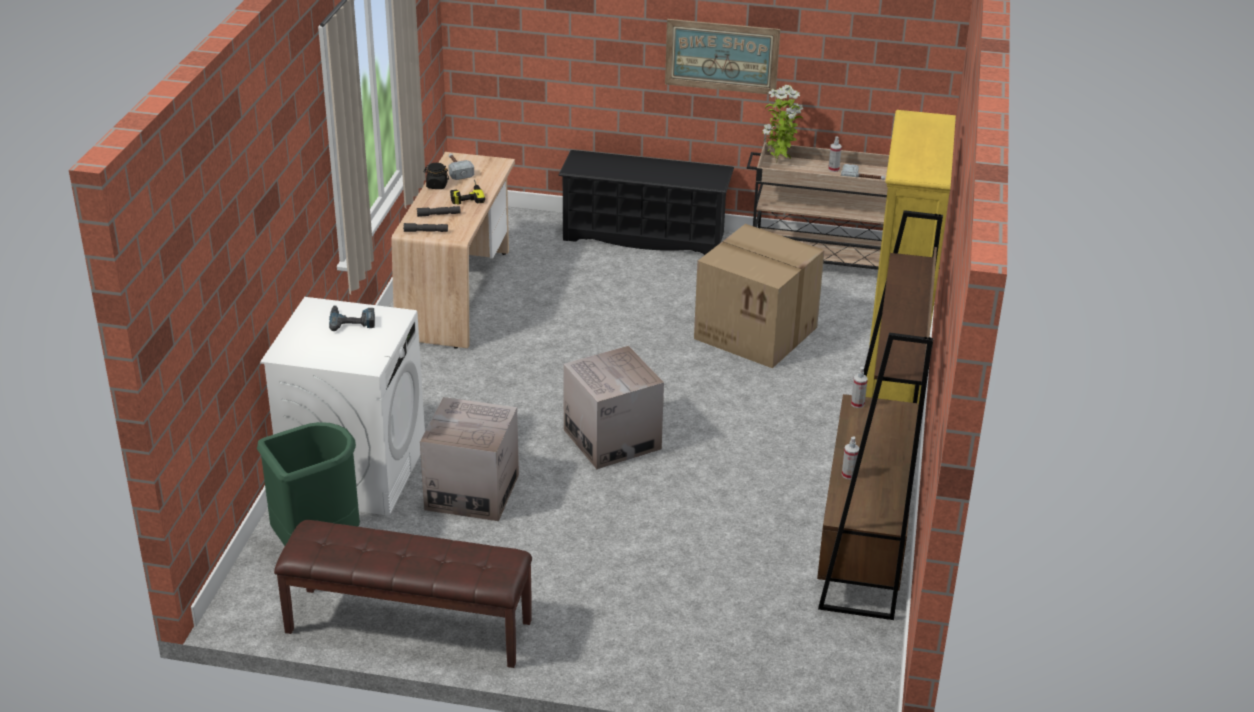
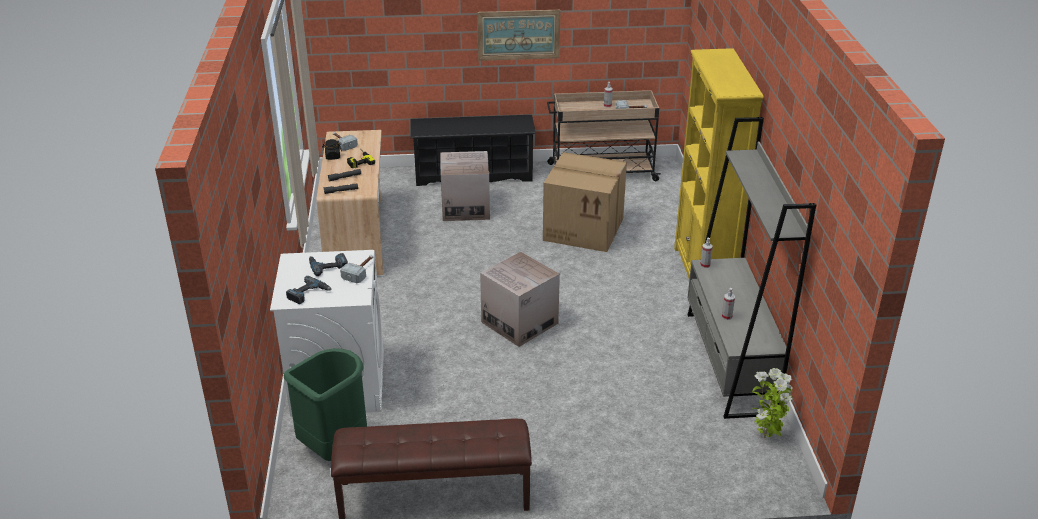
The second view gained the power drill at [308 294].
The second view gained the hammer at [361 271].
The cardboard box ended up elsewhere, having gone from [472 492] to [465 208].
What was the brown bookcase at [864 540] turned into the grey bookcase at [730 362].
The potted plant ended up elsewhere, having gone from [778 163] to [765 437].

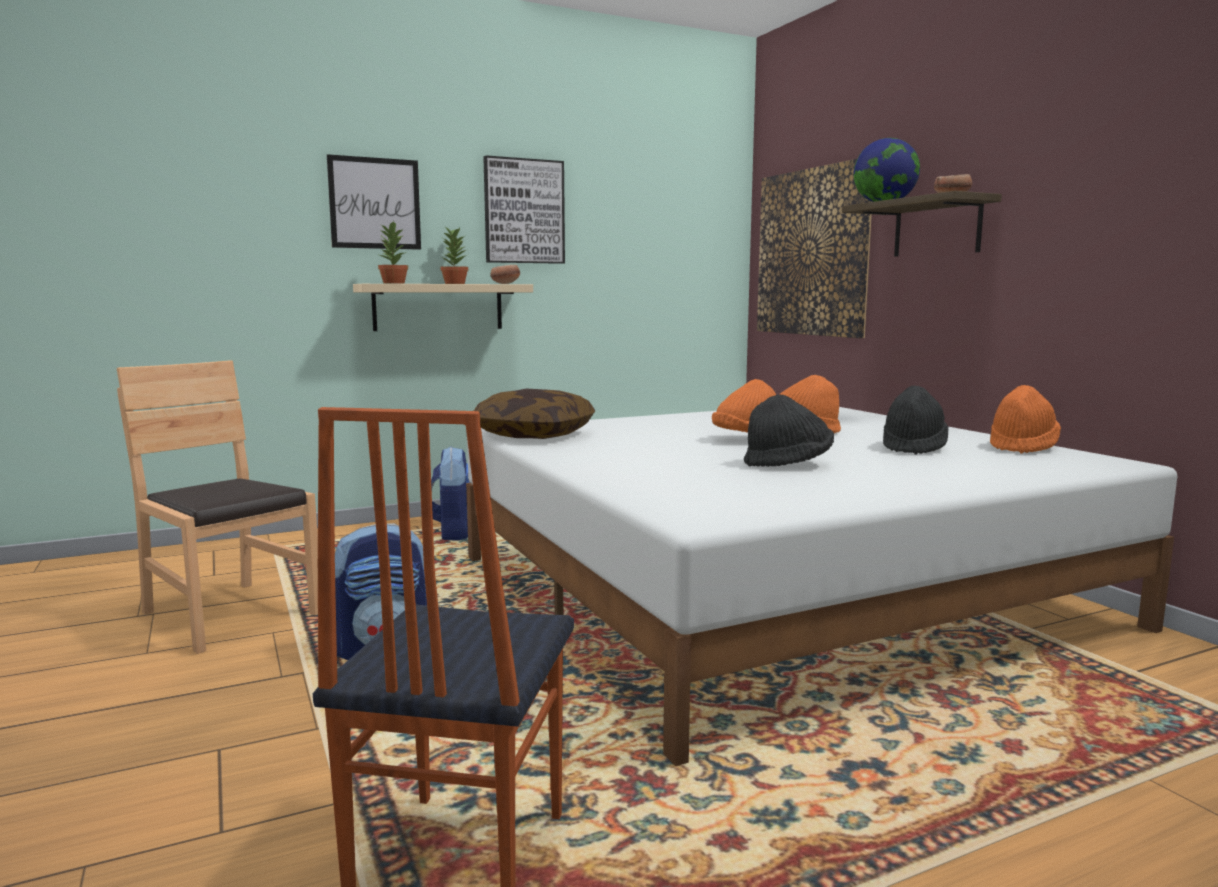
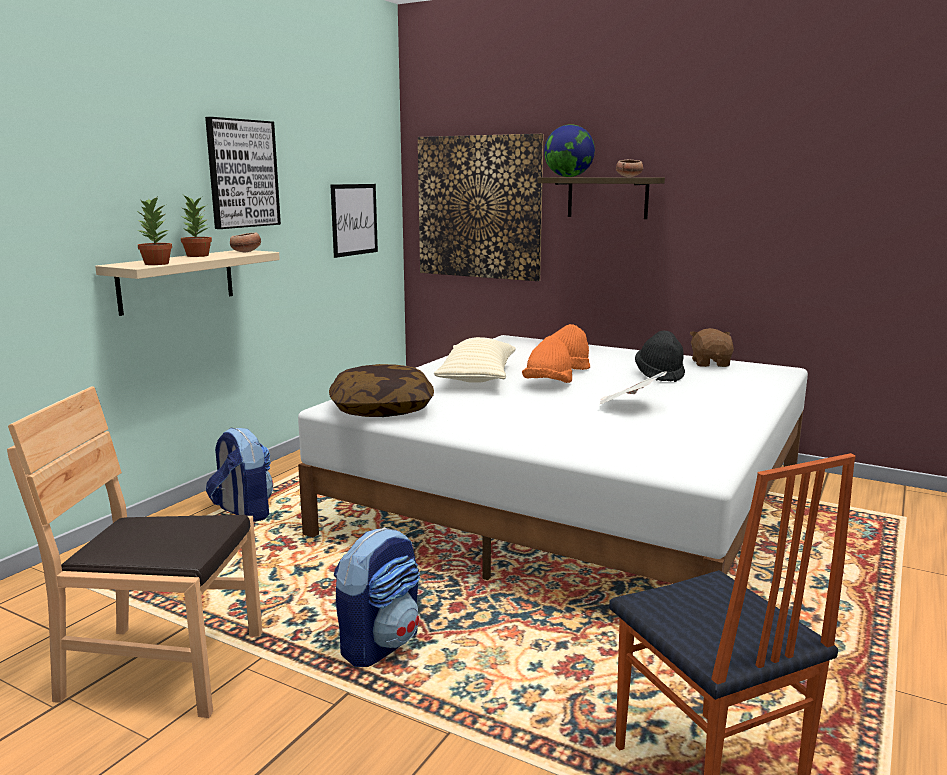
The picture ended up elsewhere, having gone from [375 203] to [354 219].
The second view gained the beige pillow at [477 378].
Where the black hat stood at [788 464], the newspaper came to stand at [628 406].
Where the orange hat stood at [1022 447], the brown plush toy came to stand at [711 363].

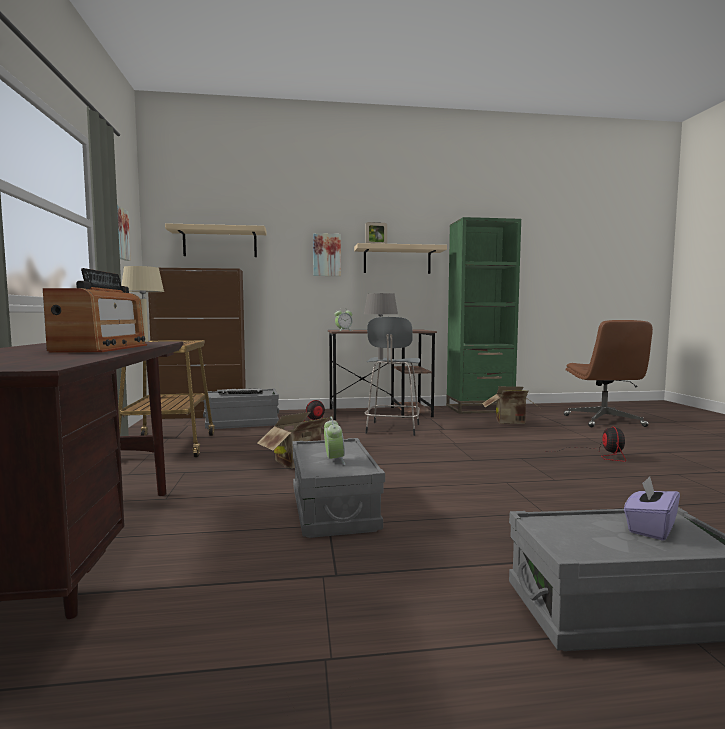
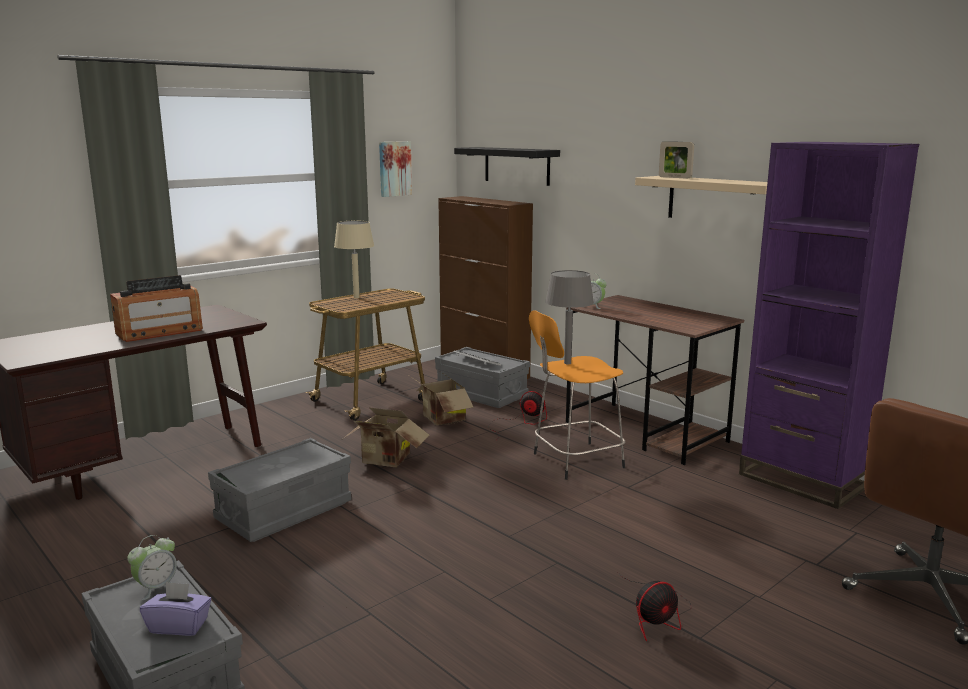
The alarm clock ended up elsewhere, having gone from [334 461] to [156 588].
The cardboard box ended up elsewhere, having gone from [511 422] to [441 420].
What was the beige shelf at [220 243] turned into the black shelf at [516 165].
What was the grey stool at [392 429] turned into the orange stool at [575 461].
What was the green bookcase at [479 409] turned into the purple bookcase at [803 480].
The second view lost the picture at [326 255].

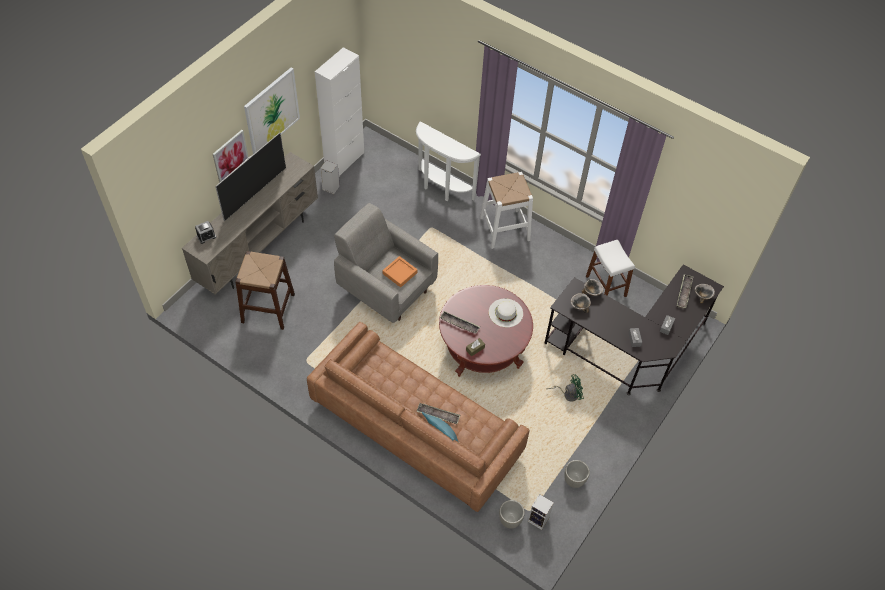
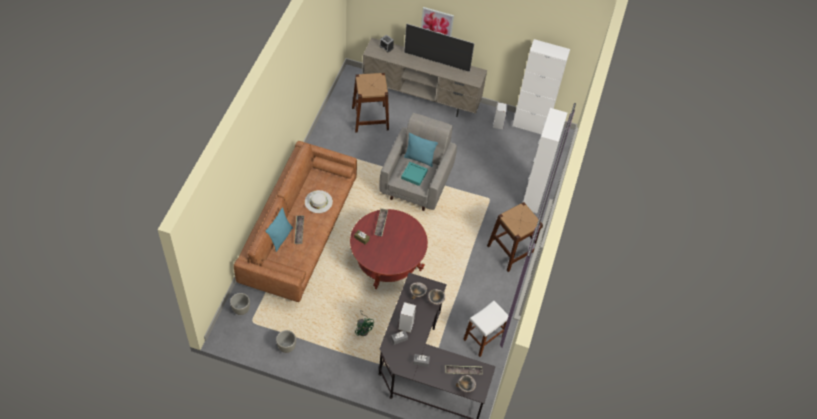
The white hat ended up elsewhere, having gone from [505 312] to [318 201].
The speaker ended up elsewhere, having gone from [539 520] to [406 326].
What was the orange tray at [400 273] turned into the turquoise tray at [414 175].
The second view gained the turquoise pillow at [419 159].
What was the white stool at [504 229] turned into the brown stool at [512 250].
Where the white console table stood at [442 189], the white cabinet came to stand at [533 197].
The second view lost the picture at [271 111].

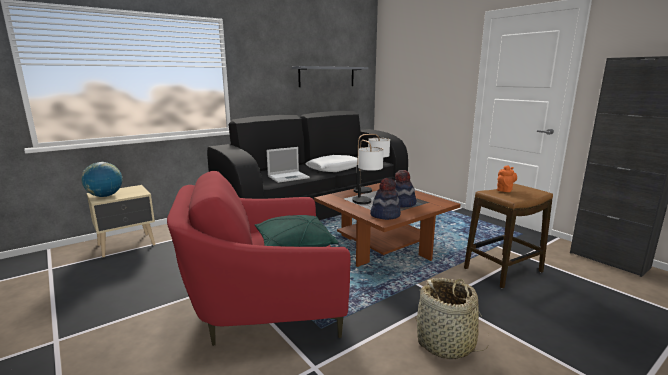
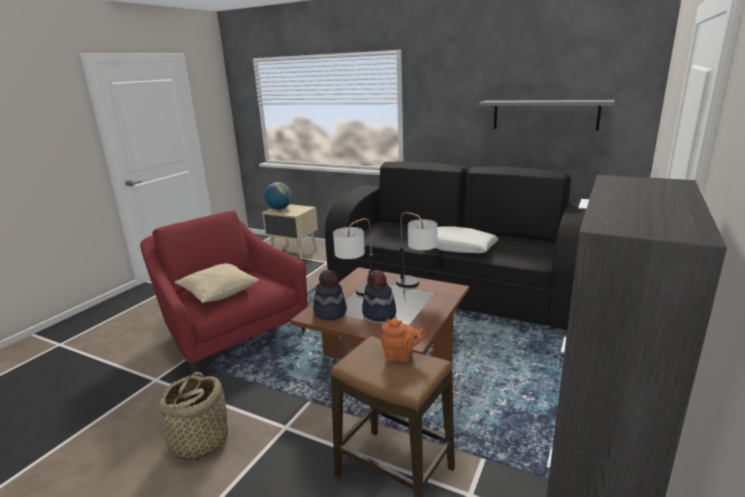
What was the green pillow at [294 246] turned into the beige pillow at [218 292].
The second view lost the laptop at [289 177].

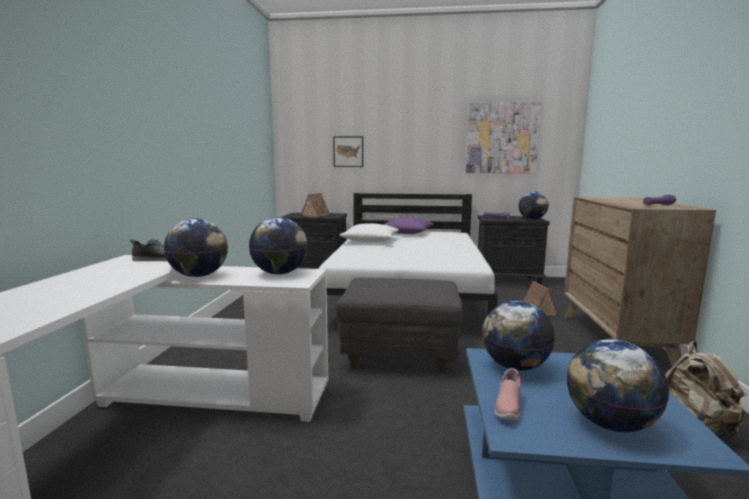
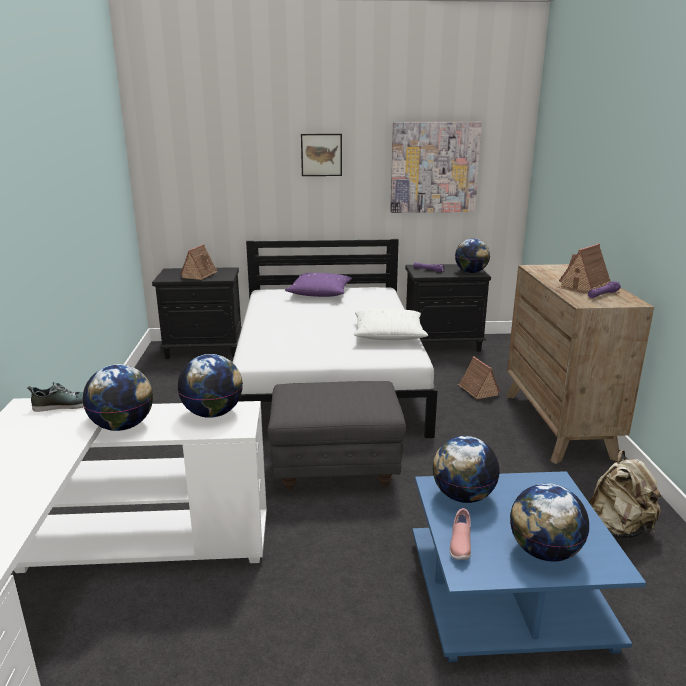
The picture ended up elsewhere, having gone from [348 151] to [321 155].
The white pillow ended up elsewhere, having gone from [370 241] to [389 335].
The second view gained the toy house at [582 286].

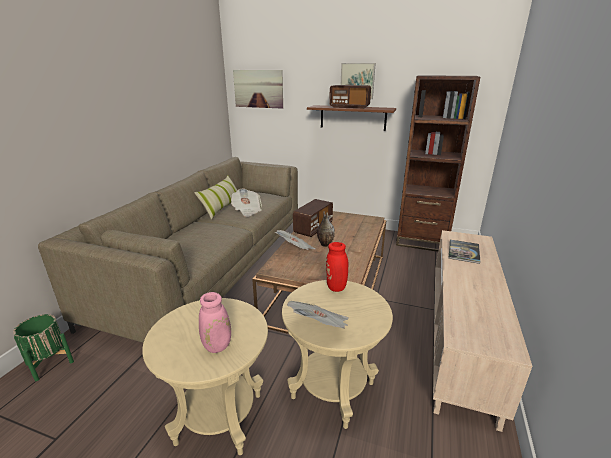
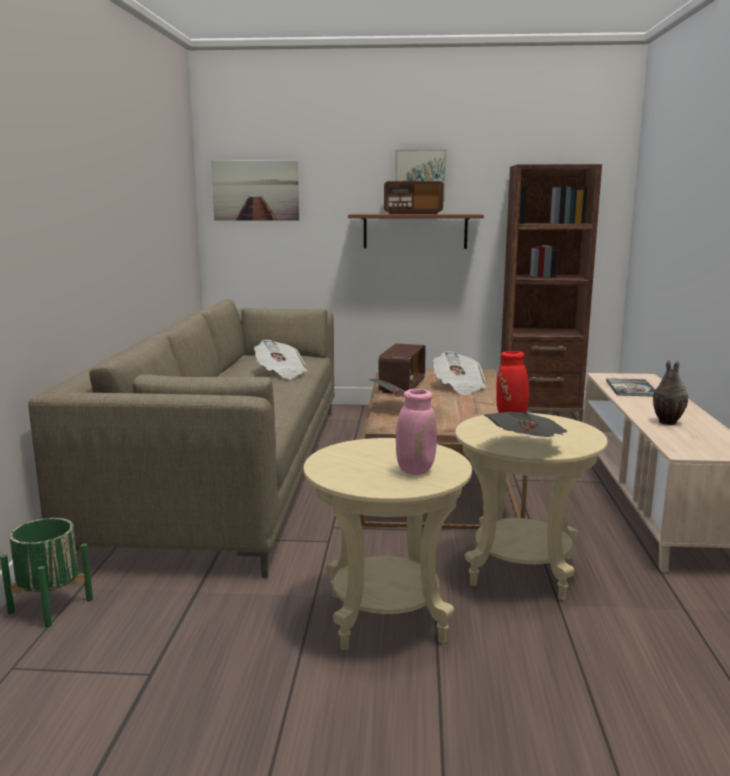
The second view gained the newspaper at [459 387].
The vase ended up elsewhere, having gone from [325 244] to [666 422].
The second view lost the pillow at [222 207].

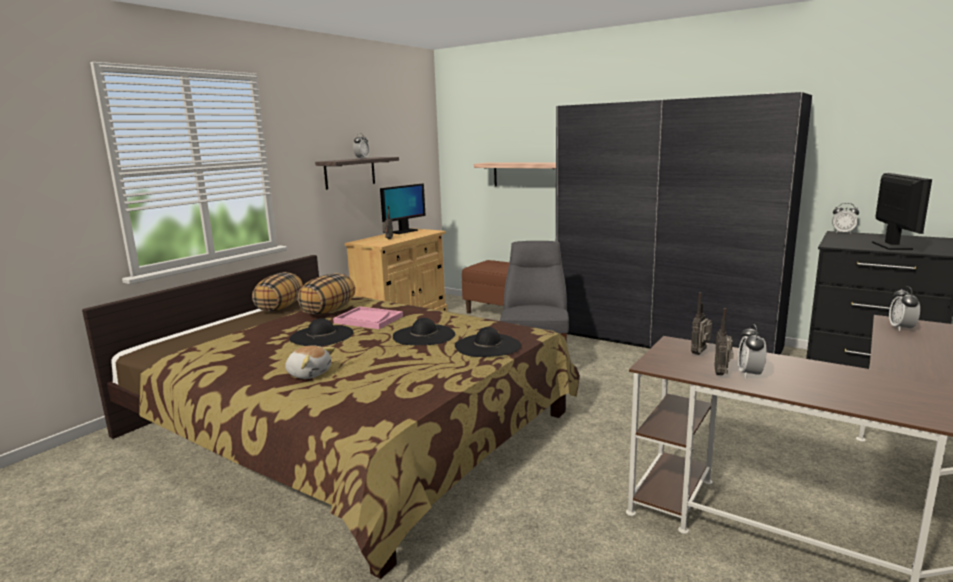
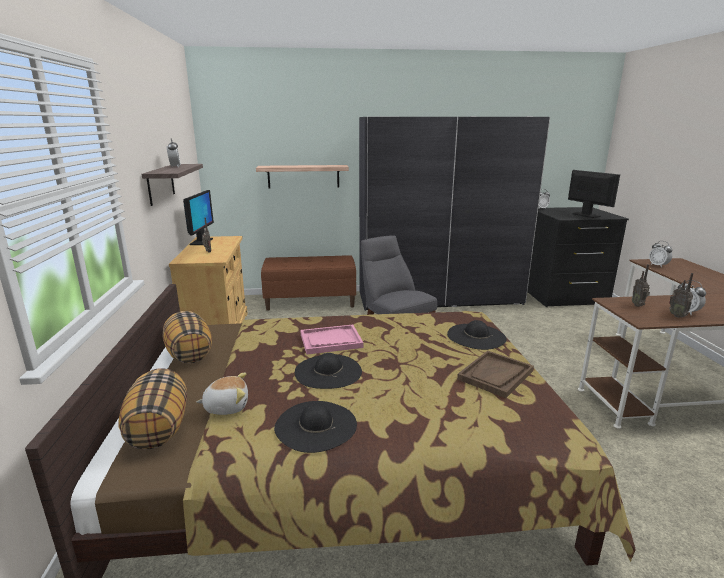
The pillow ended up elsewhere, having gone from [328 310] to [158 429].
The plush toy ended up elsewhere, having gone from [309 373] to [226 406].
The black hat ended up elsewhere, having gone from [424 335] to [315 425].
The second view gained the brown tray at [495 375].

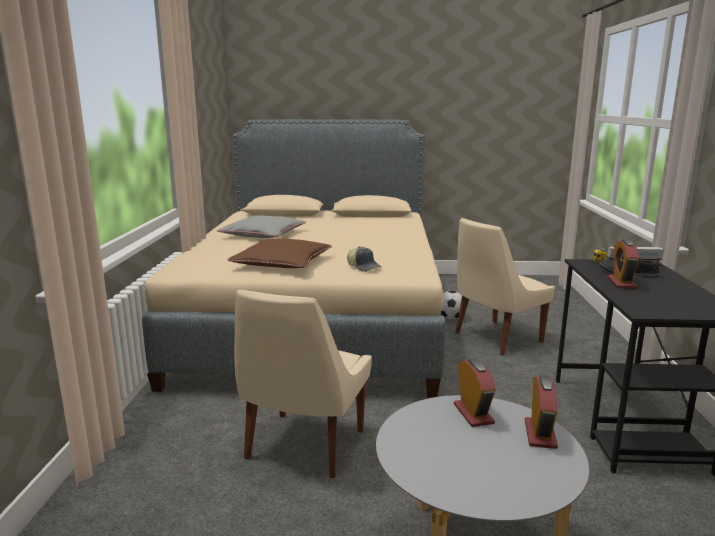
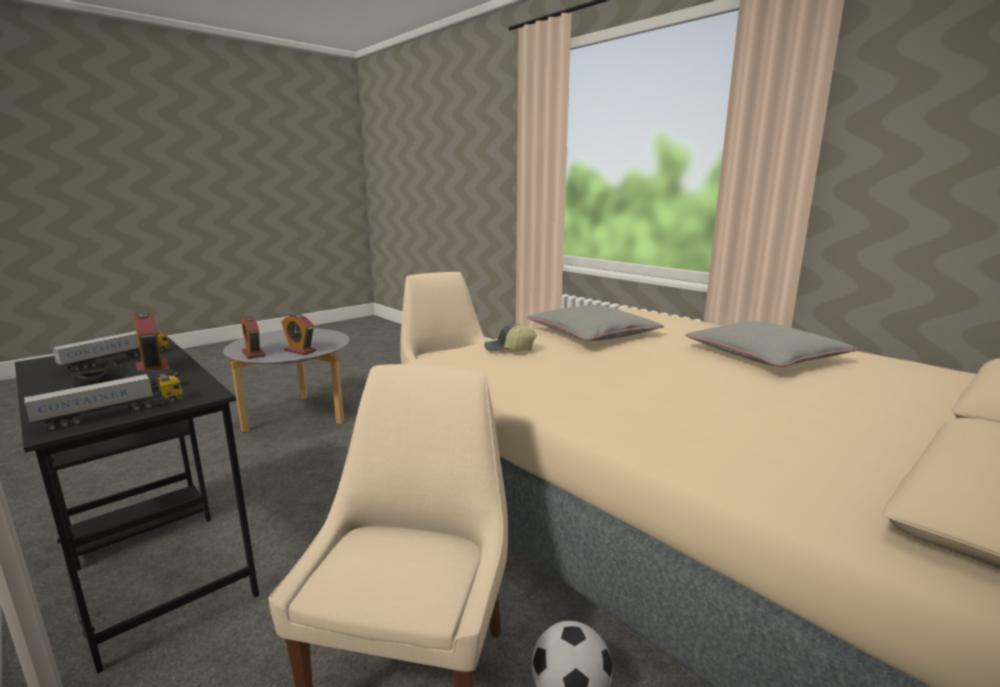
The second view gained the toy truck at [118 360].
What was the brown pillow at [282 262] turned into the grey pillow at [592 333].

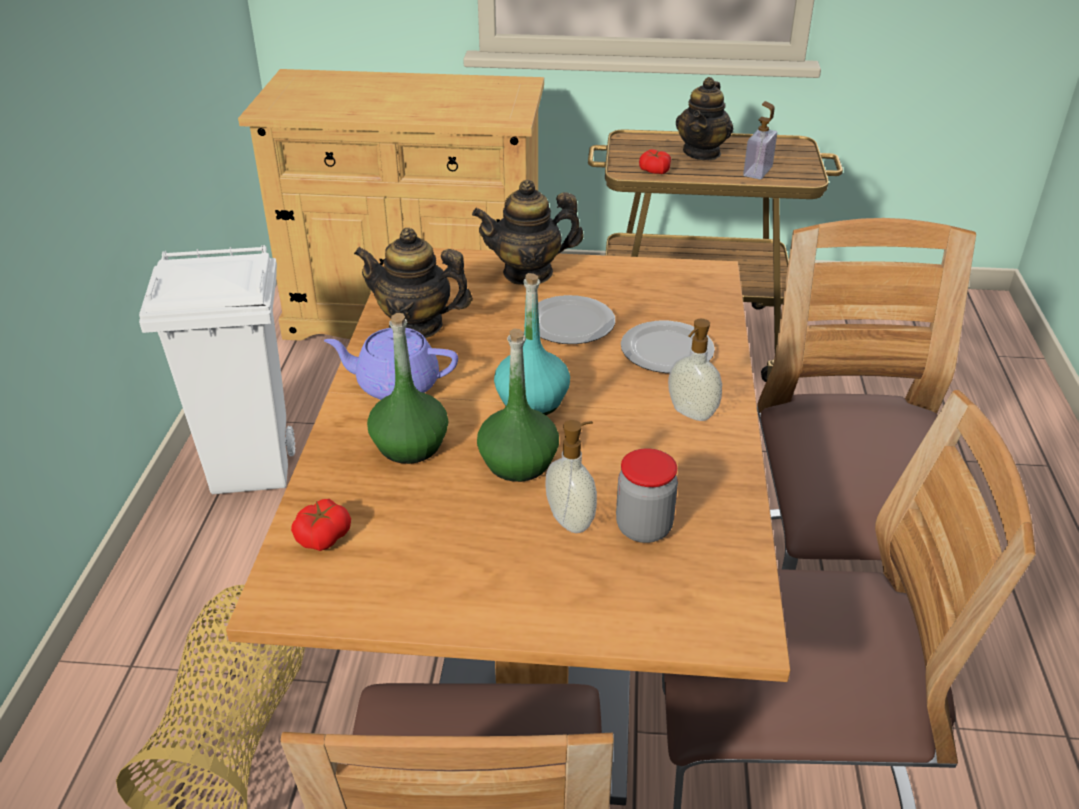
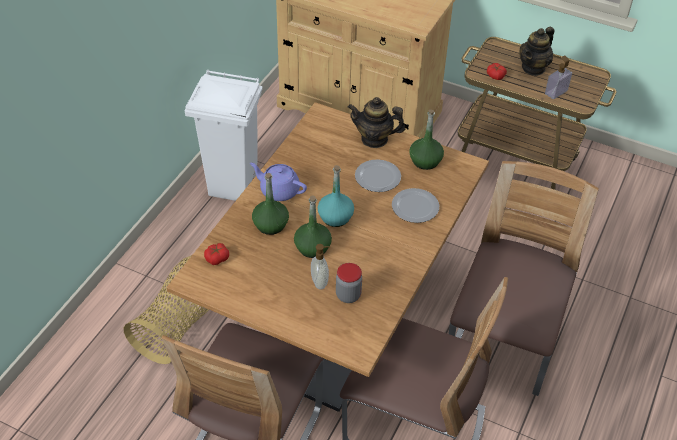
The second view gained the green bottle at [425 161].
The second view lost the teapot at [416 326].
The second view lost the soap dispenser at [690 413].

